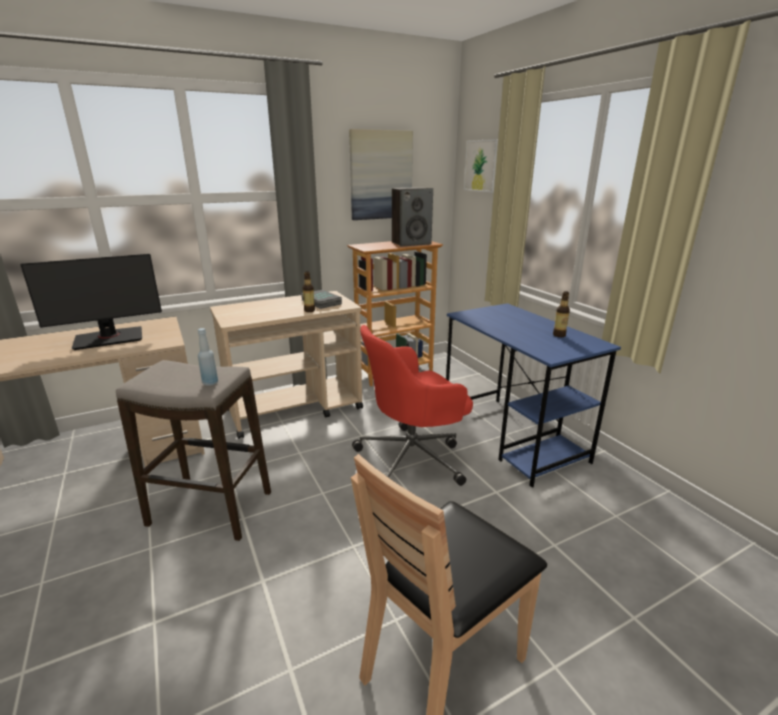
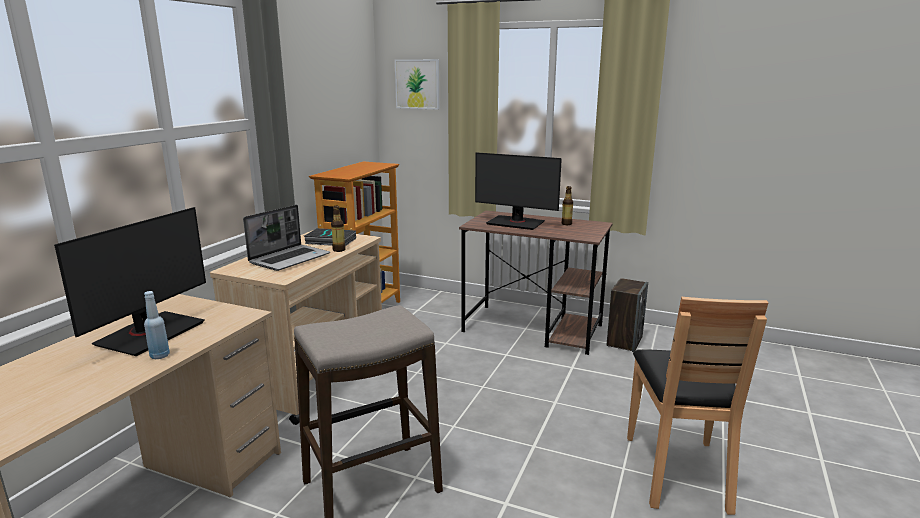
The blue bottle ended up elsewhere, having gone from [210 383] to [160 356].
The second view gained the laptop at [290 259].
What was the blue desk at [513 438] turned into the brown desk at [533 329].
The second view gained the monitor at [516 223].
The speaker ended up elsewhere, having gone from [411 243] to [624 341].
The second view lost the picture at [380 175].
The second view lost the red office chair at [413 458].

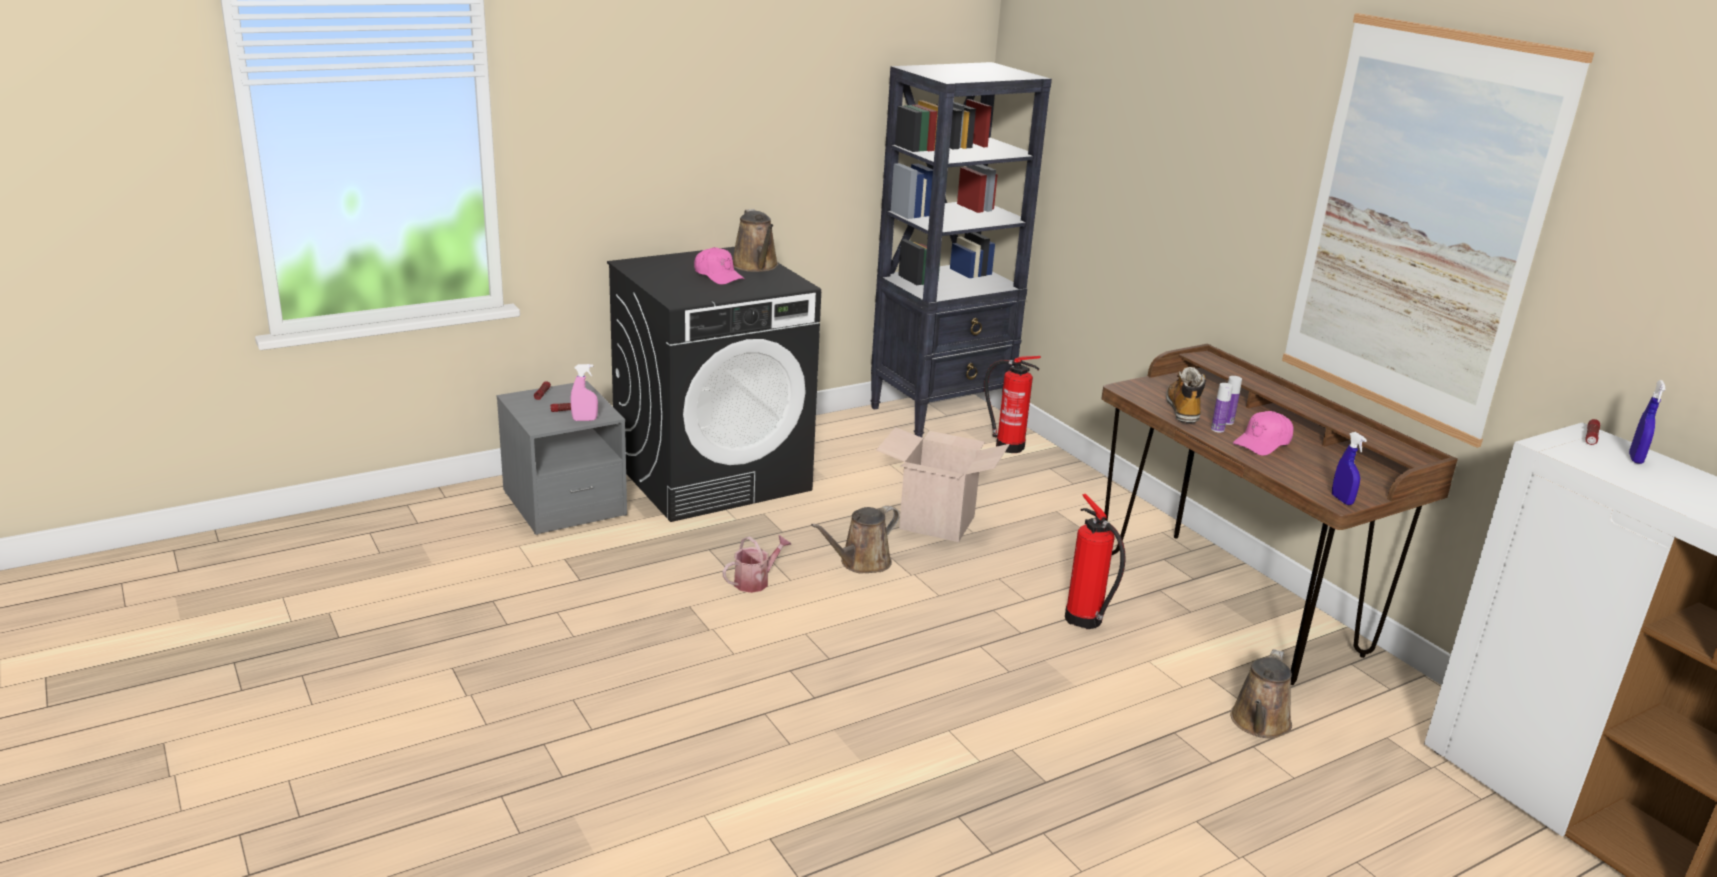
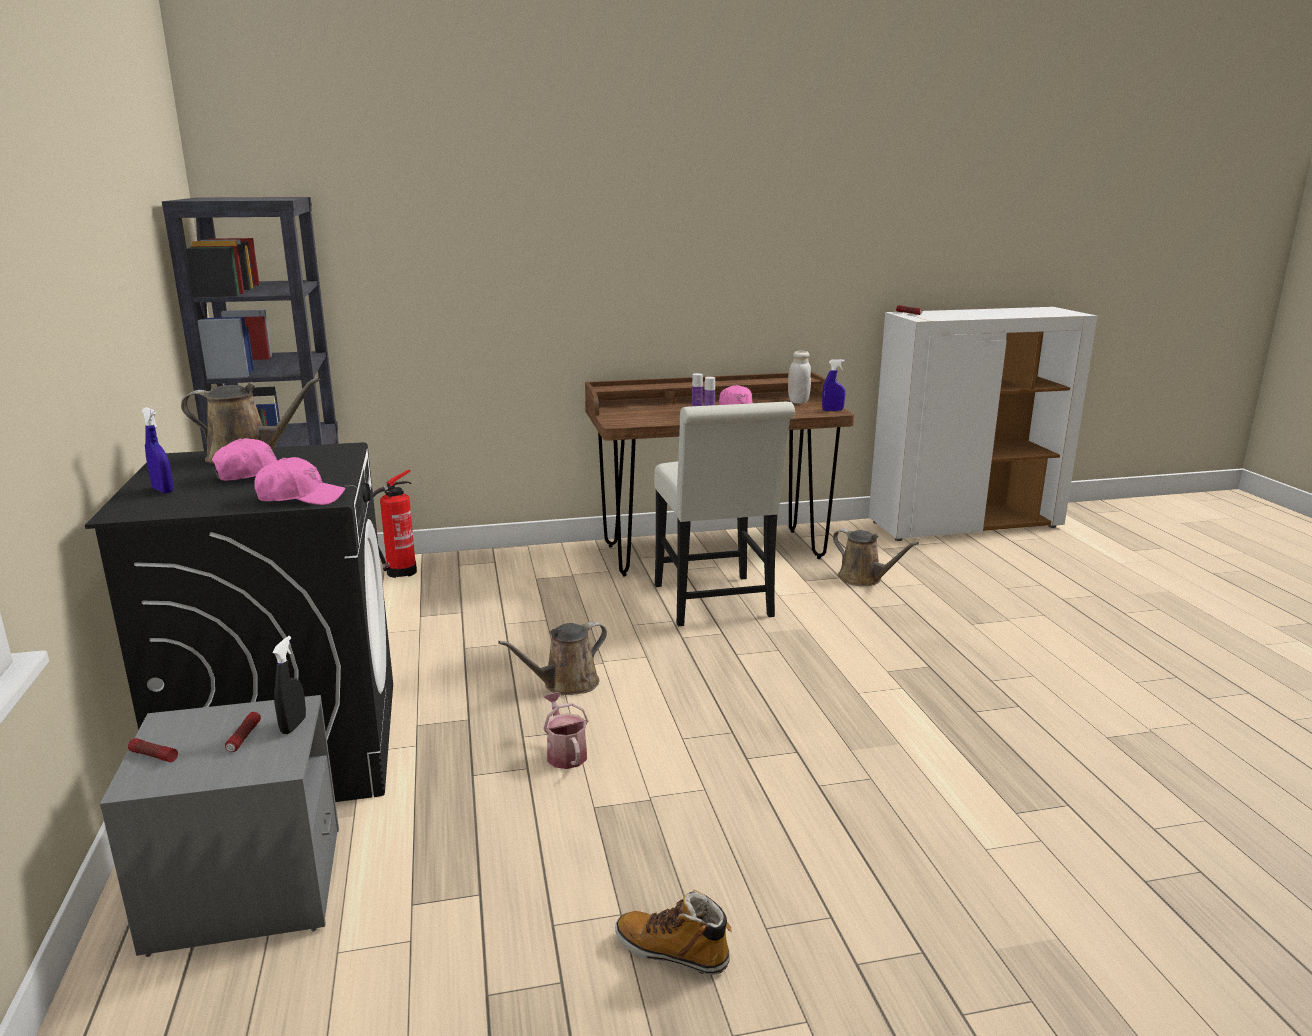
The blue spray bottle ended up elsewhere, having gone from [1635 459] to [163 490].
The second view gained the pink cap at [300 497].
What was the pink spray bottle at [584 420] turned into the black spray bottle at [293 725].
The brown watering can at [861 563] ended up facing another way, 75 degrees clockwise from before.
The boot ended up elsewhere, having gone from [1183 410] to [673 951].
Where the fire extinguisher stood at [1085 621], the white chair came to stand at [715 605].
The second view gained the white jar at [798 402].
The second view lost the cardboard box at [937 522].
The second view lost the picture at [1419 227].

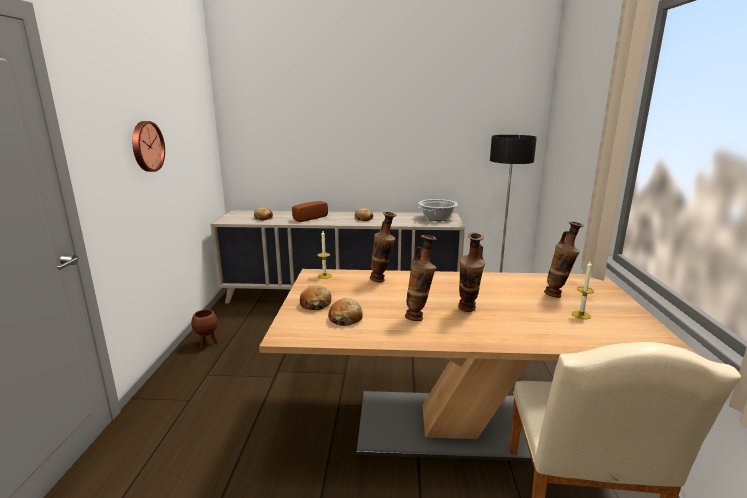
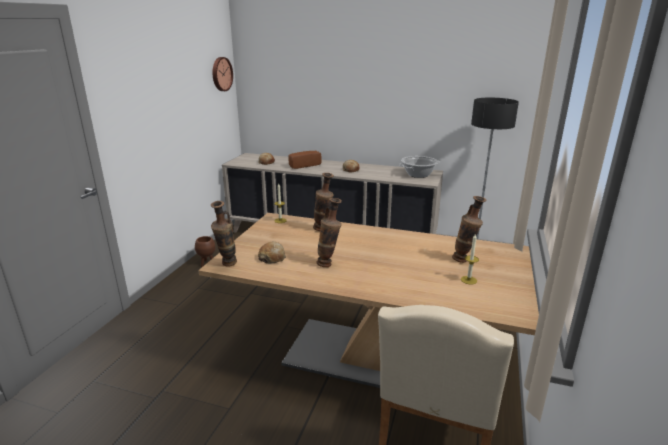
The vase ended up elsewhere, having gone from [468 311] to [227 265].
The wall clock ended up elsewhere, having gone from [146 146] to [221 74].
The second view lost the bread at [315 304].

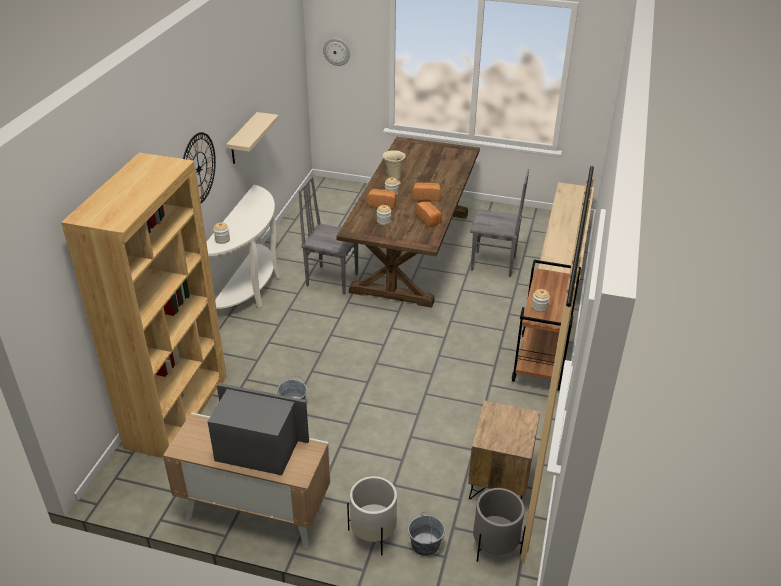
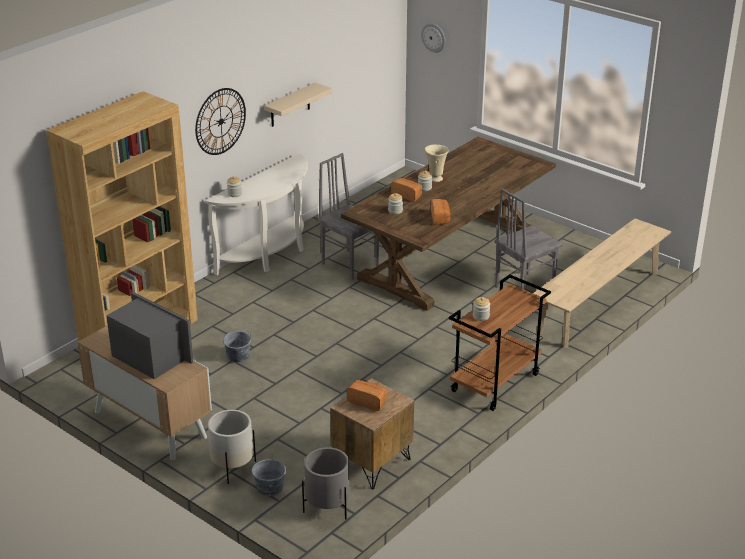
The bread ended up elsewhere, having gone from [426 197] to [368 401].
The grey chair at [493 264] ended up facing another way, 105 degrees clockwise from before.

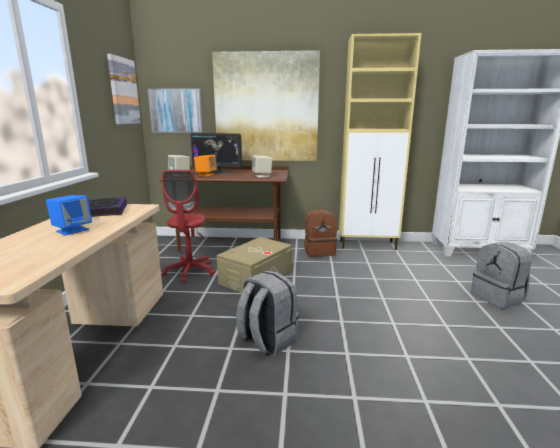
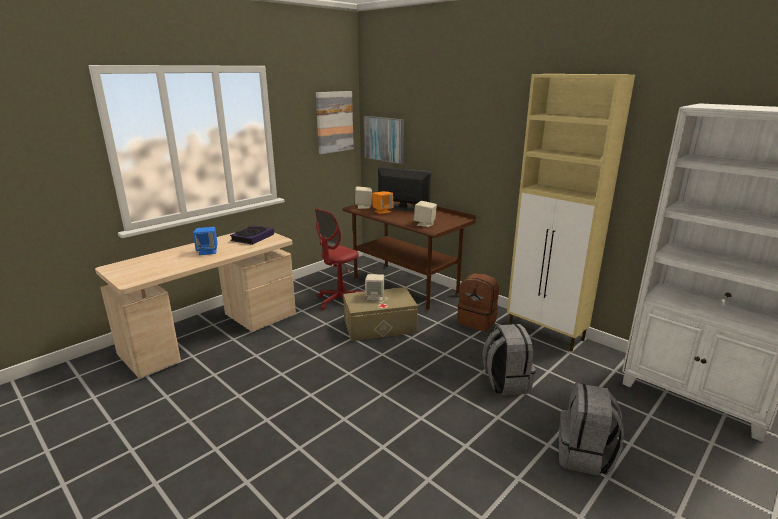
The second view gained the beige speaker at [375 297].
The monitor at [217 171] ended up facing another way, 150 degrees clockwise from before.
The grey backpack ended up elsewhere, having gone from [267 340] to [505 382].
The second view lost the picture at [266 108].

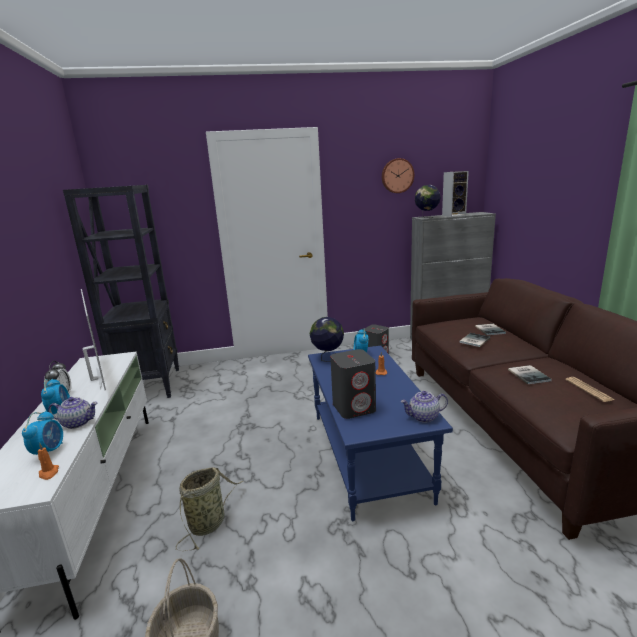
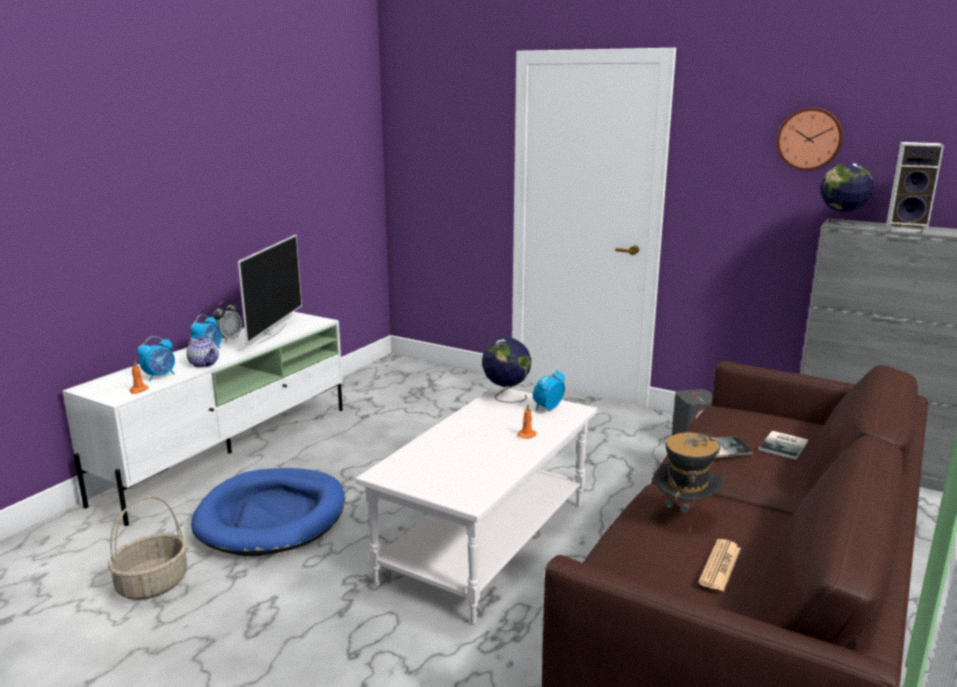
Where the basket stood at [209 522], the blue dog bed came to stand at [272 516].
What was the blue coffee table at [369 455] turned into the white coffee table at [487 543].
Where the book stood at [529 374], the hat came to stand at [685 513].
The second view lost the black bookcase at [150 385].
The second view lost the grey speaker at [354 407].
The second view lost the teapot at [423 417].

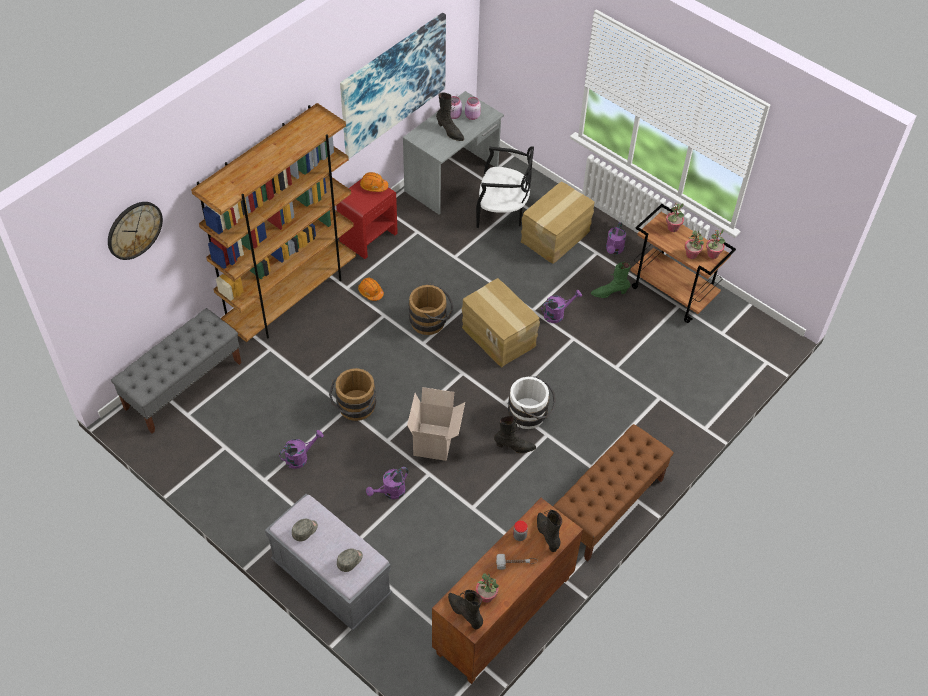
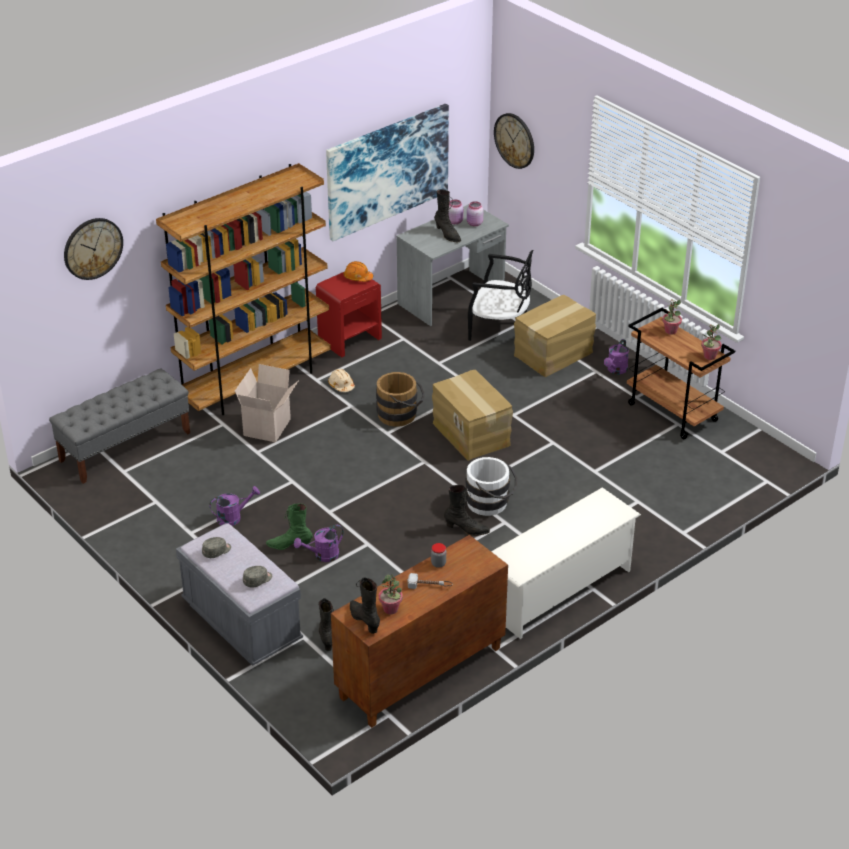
The cardboard box ended up elsewhere, having gone from [434 443] to [268 428].
The green boot ended up elsewhere, having gone from [609 293] to [289 545].
The black boot ended up elsewhere, having gone from [547 535] to [327 637].
What was the orange hard hat at [370 292] turned into the beige hard hat at [341 385].
Where the brown bench stood at [607 506], the white shoe rack came to stand at [558 590].
The second view gained the wall clock at [515 140].
The second view lost the brown bucket at [355 409].
The second view lost the purple watering can at [557 314].
The second view lost the potted plant at [691 255].

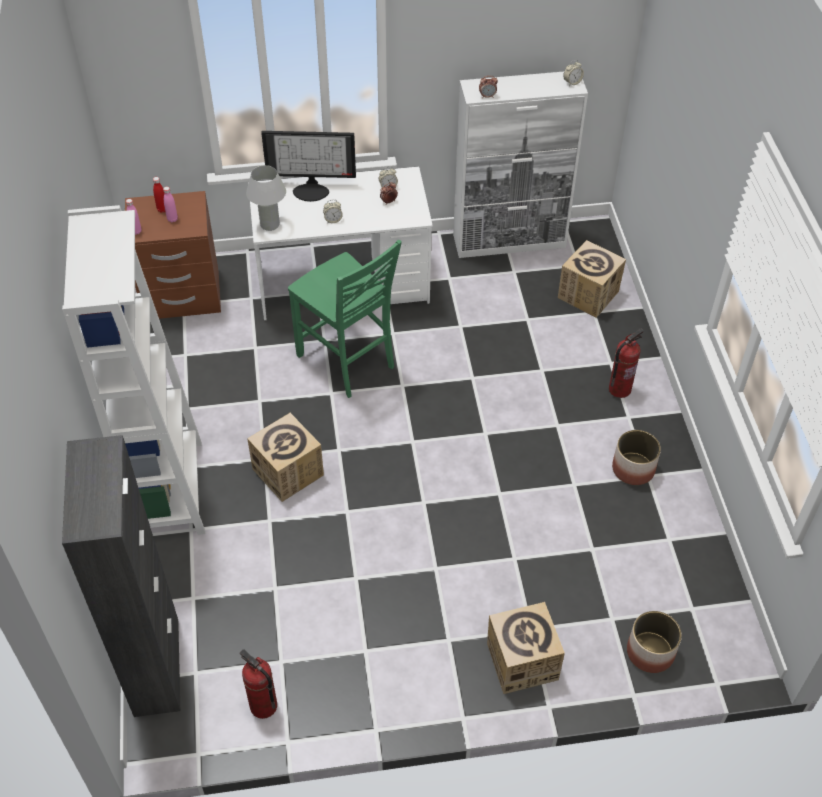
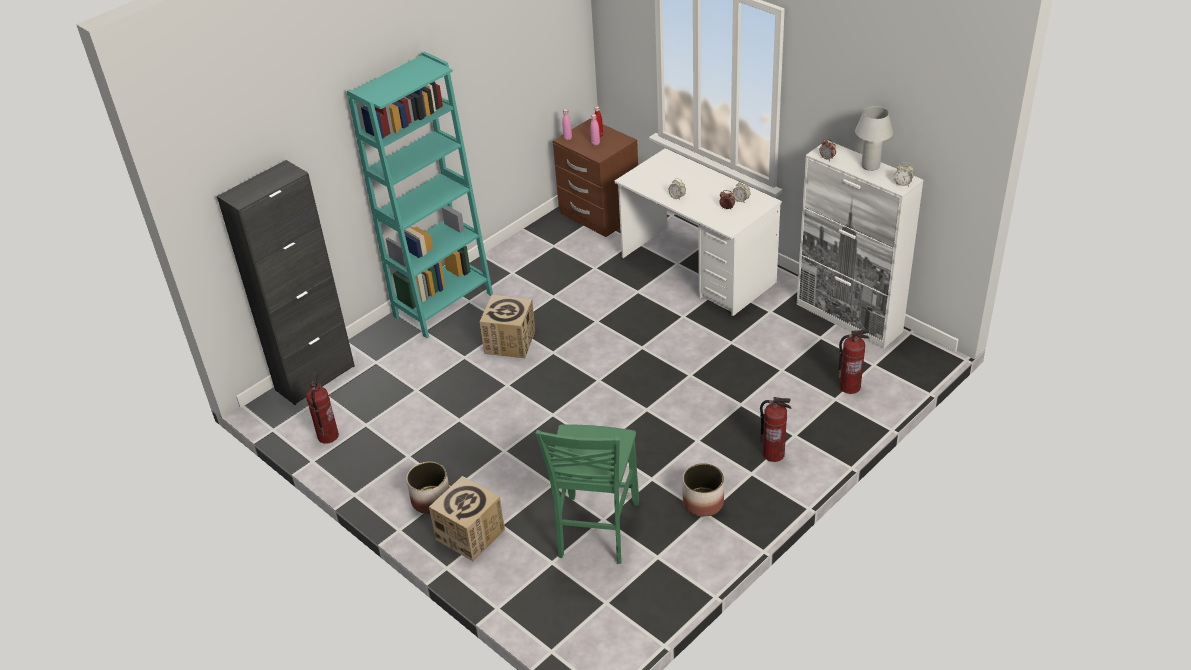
What was the white bookcase at [170 490] turned into the turquoise bookcase at [443 305].
The planter ended up elsewhere, having gone from [650 652] to [431 500].
The green chair ended up elsewhere, having gone from [347 362] to [596 531].
Where the cardboard box stood at [588 294], the fire extinguisher came to stand at [850 386].
The white table lamp ended up elsewhere, having gone from [270 224] to [870 166].
The second view lost the monitor at [311 189].

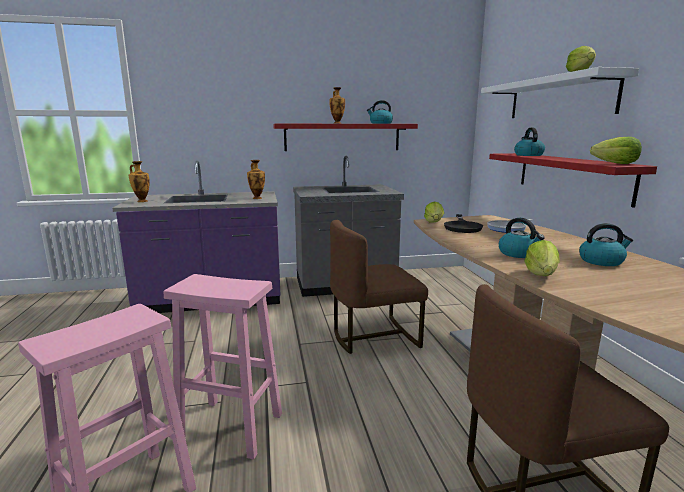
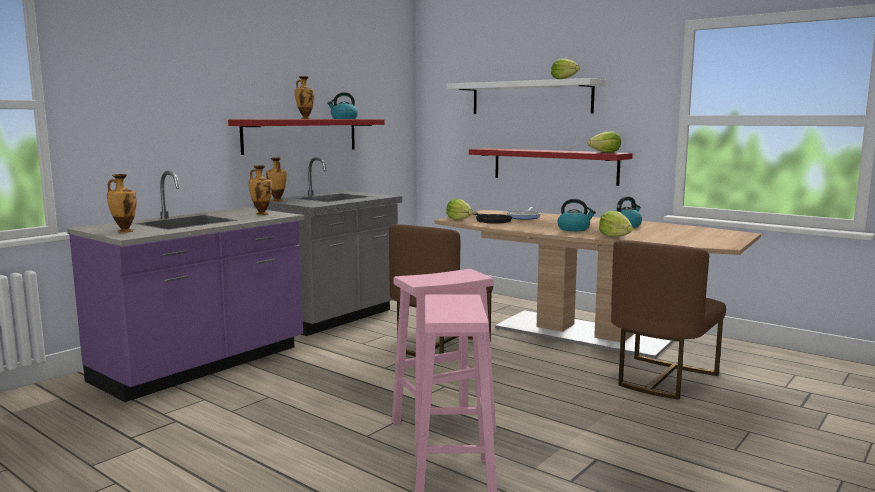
The second view gained the vase at [277 201].
The second view lost the kettle at [528 155].

